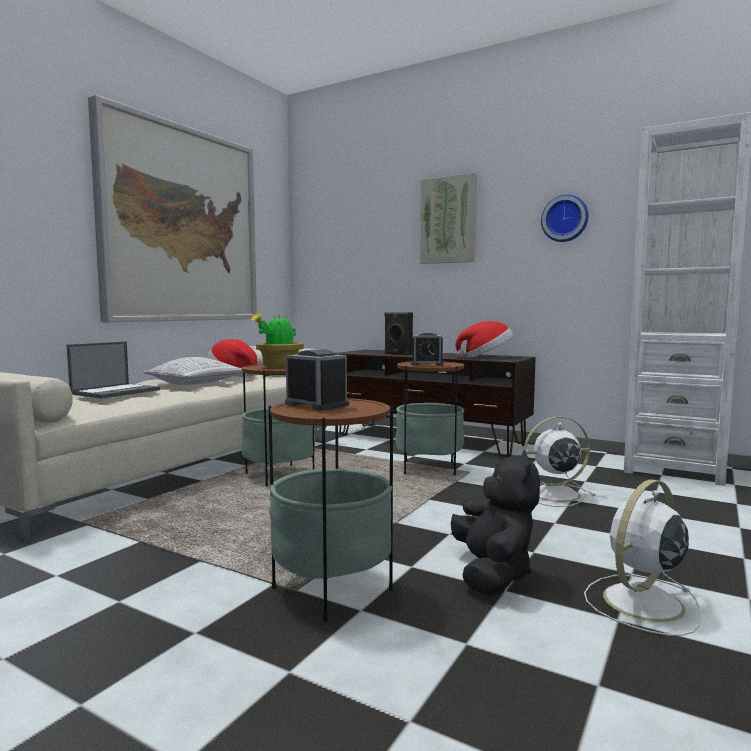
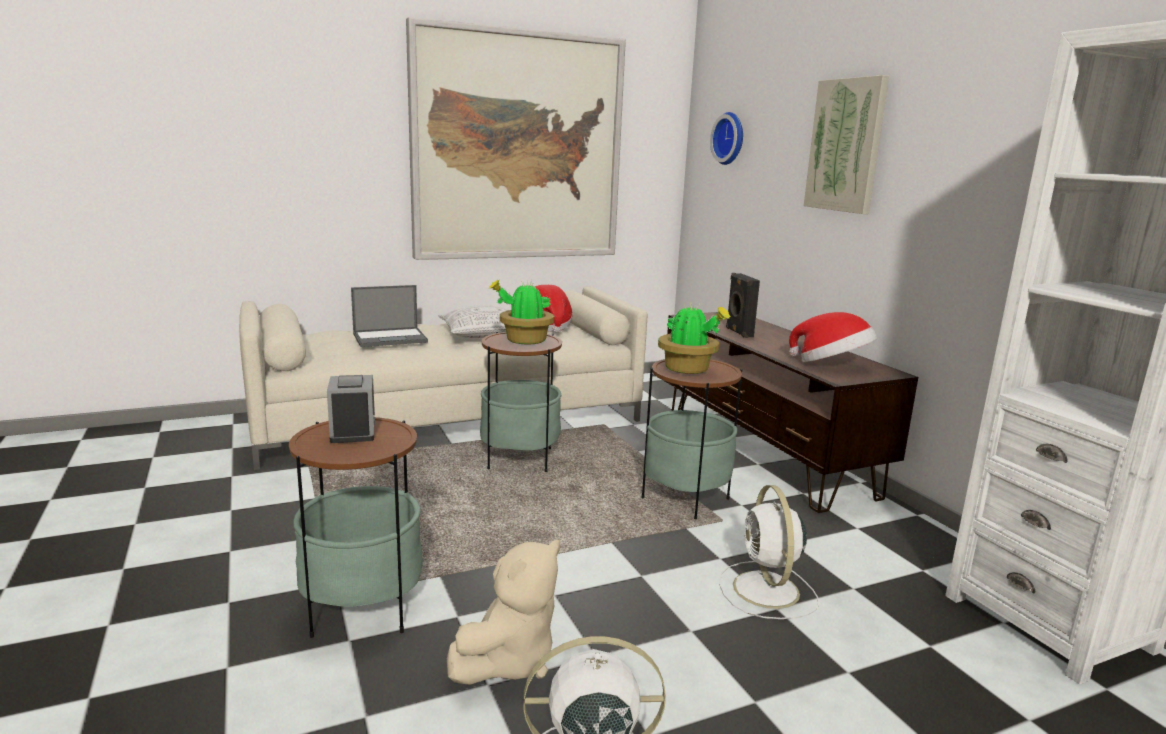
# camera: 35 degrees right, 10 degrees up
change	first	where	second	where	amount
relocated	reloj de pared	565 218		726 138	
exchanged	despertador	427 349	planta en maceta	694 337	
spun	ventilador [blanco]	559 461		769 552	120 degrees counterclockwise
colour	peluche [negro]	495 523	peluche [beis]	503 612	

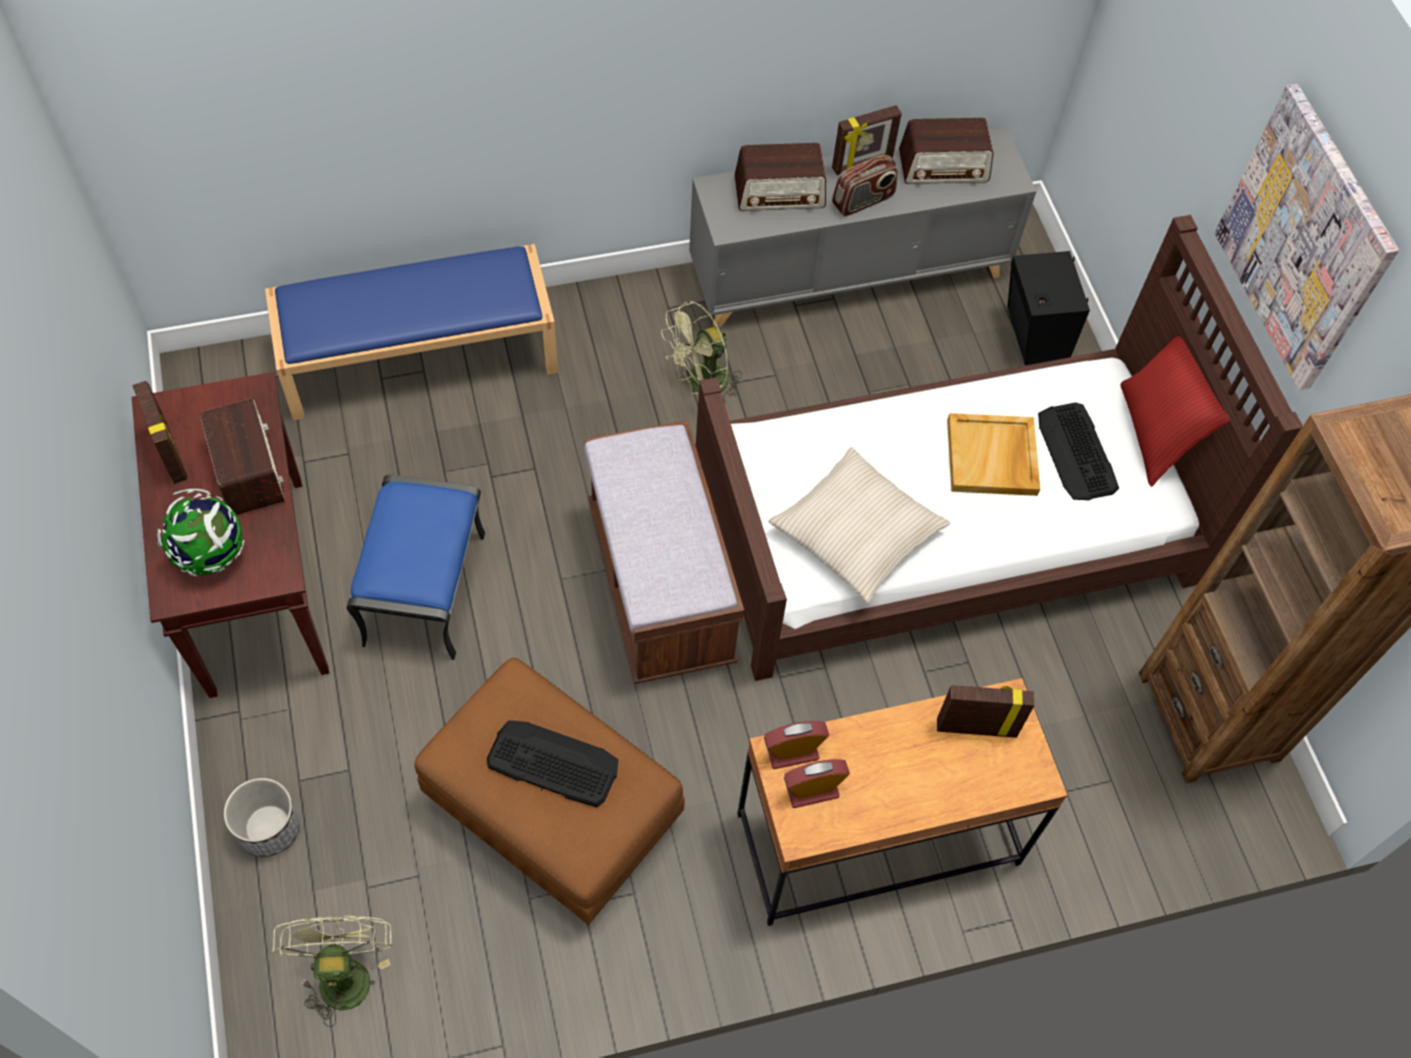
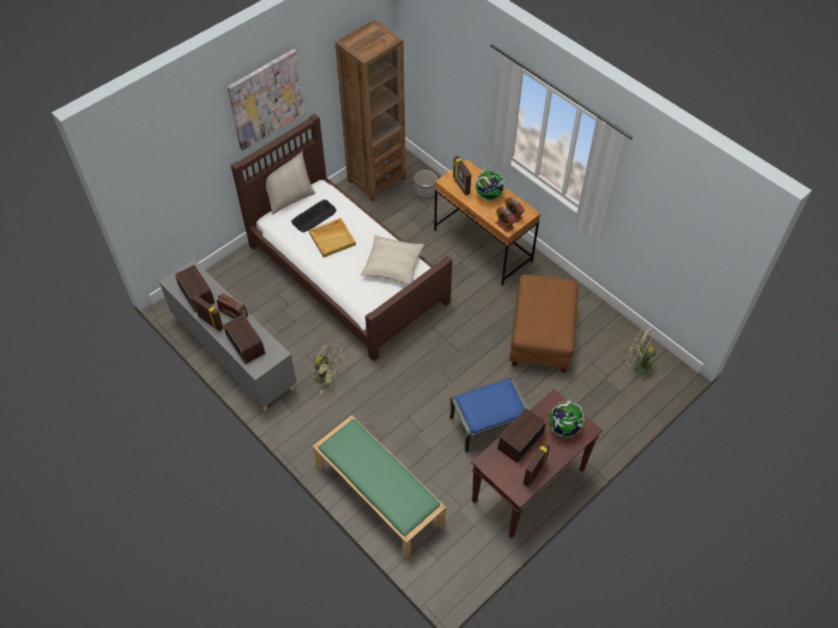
# camera: 115 degrees left, 5 degrees down
change	first	where	second	where	amount
colour	banco [azul]	411 332	banco [verde]	379 487	
missing	altavoz [negro]	1048 308			
colour	cojín [rojo]	1175 401	cojín [beis]	291 183	
missing	banco [marrón]	664 552			
missing	teclado	553 763			
relocated	maceta	262 817		425 184	
spun	ventilador [verde]	332 971		641 354	60 degrees clockwise
appeared			globo terráqueo	490 183	

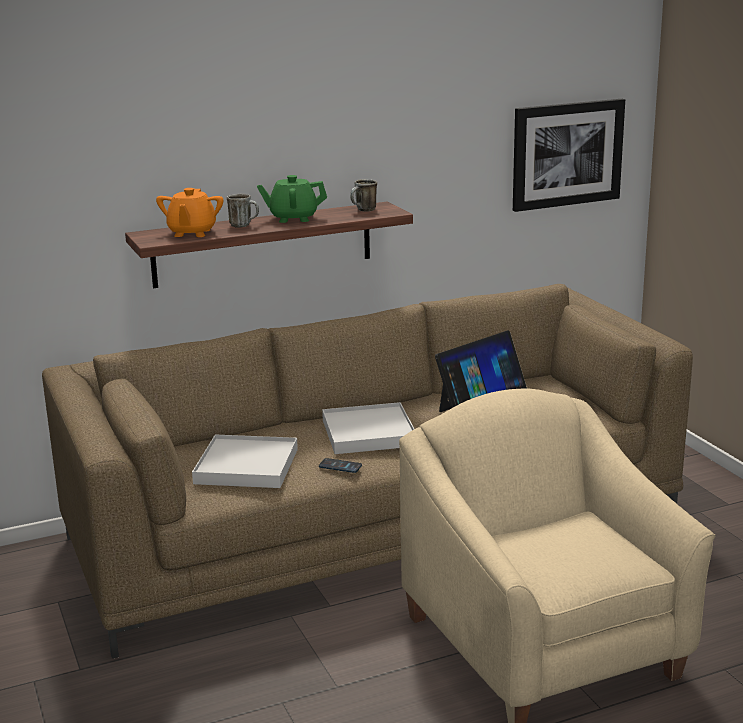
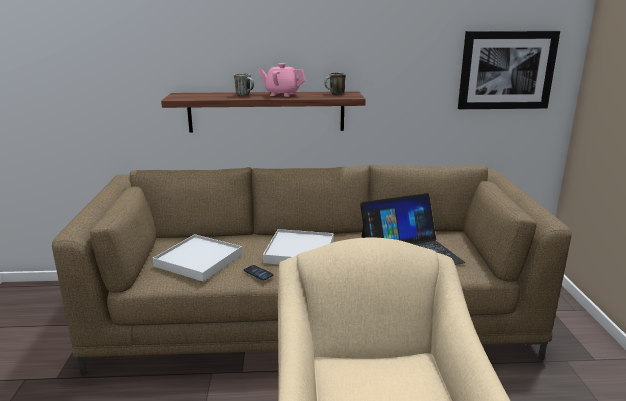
# camera: 20 degrees right, 0 degrees up
change	first	where	second	where	amount
colour	tetera [verde]	292 199	tetera [rosa]	282 80	
missing	tetera [naranja]	189 212			

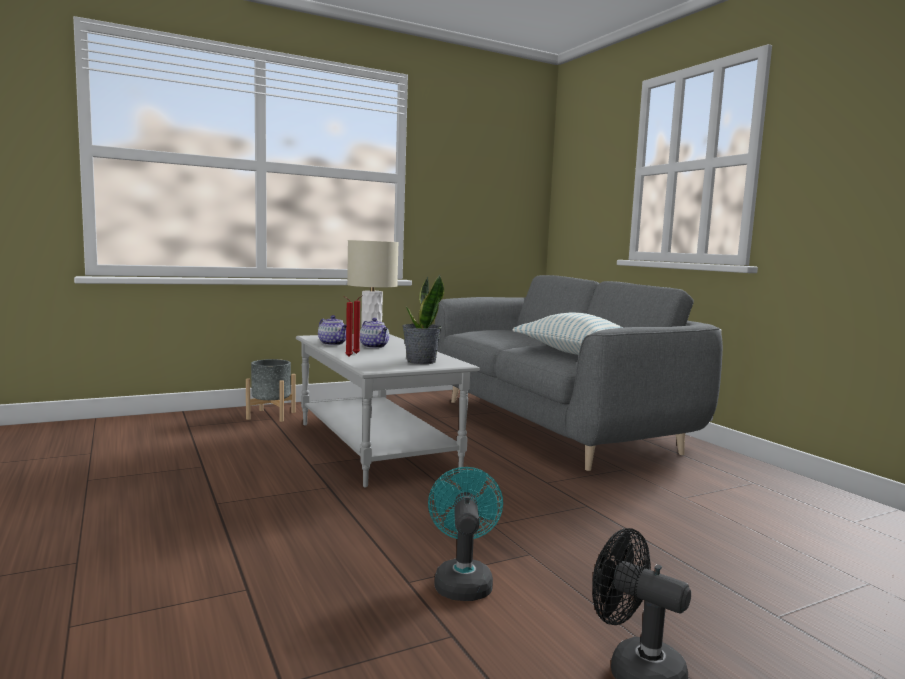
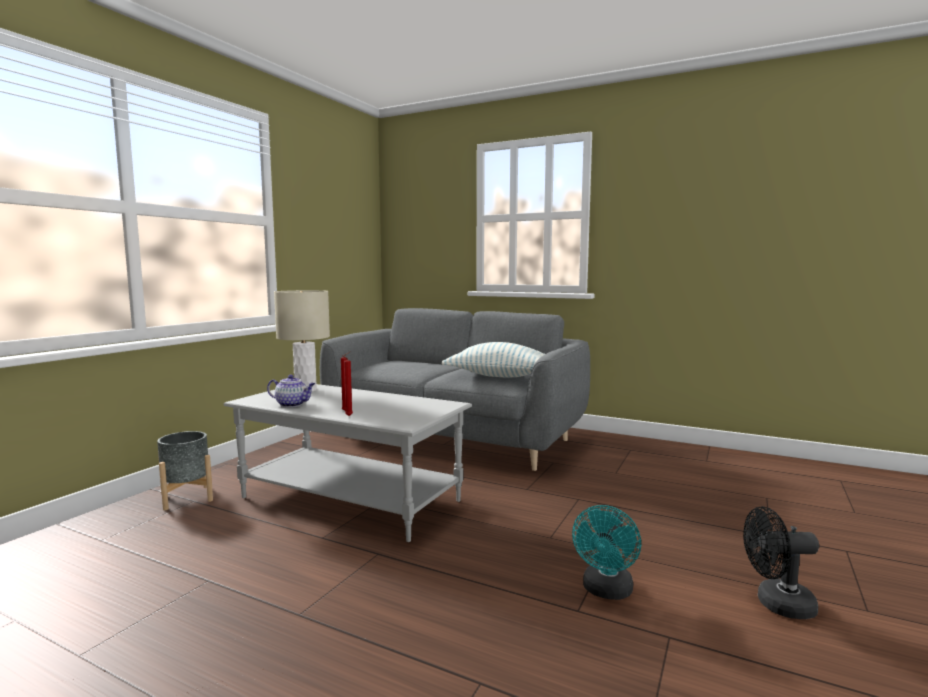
# camera: 35 degrees left, 0 degrees up
change	first	where	second	where	amount
missing	planta en maceta	423 319			
missing	tetera	374 333			
spun	ventilador [turquesa]	465 534		606 552	120 degrees counterclockwise

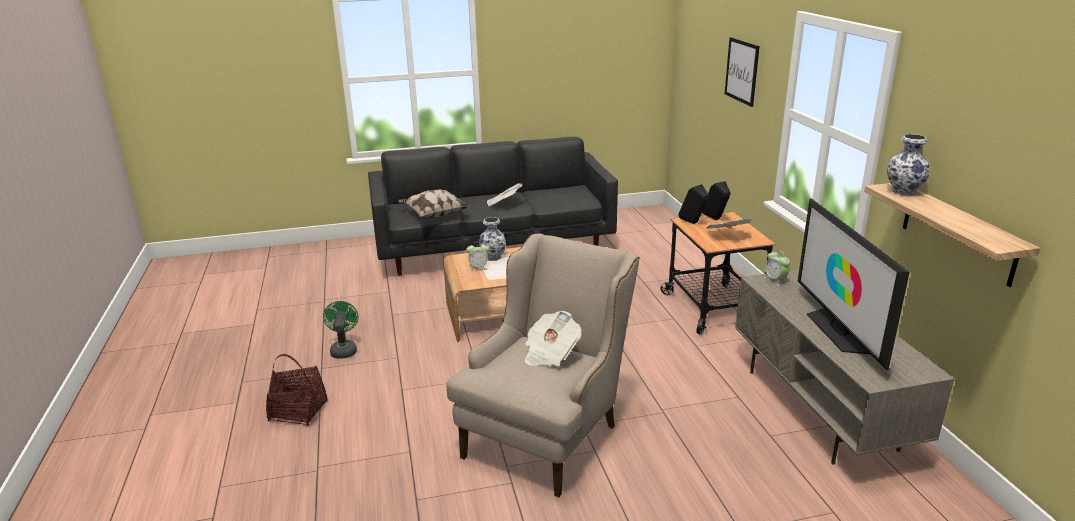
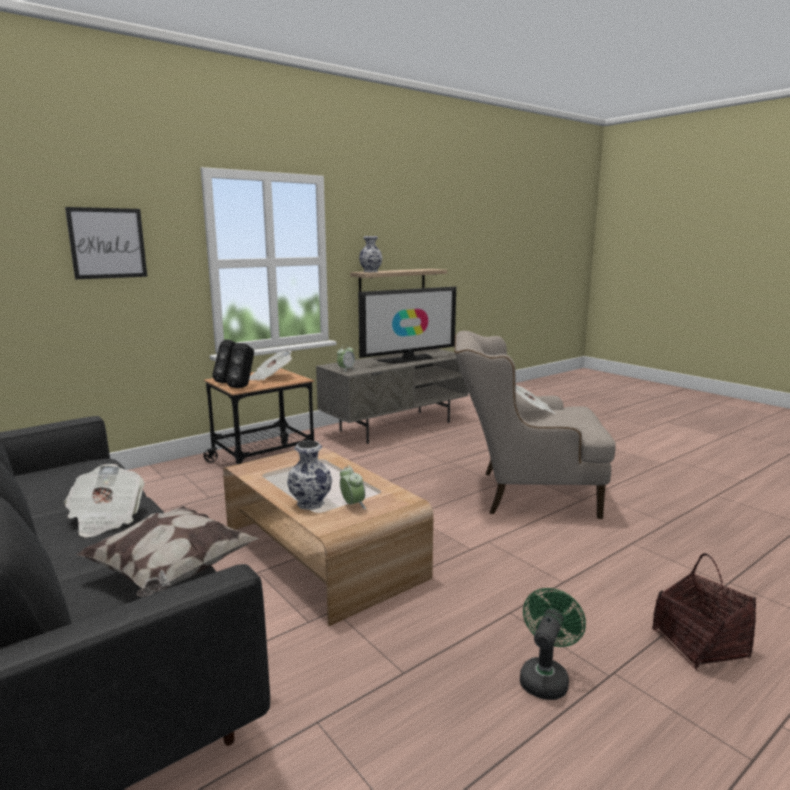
# camera: 115 degrees left, 10 degrees down
change	first	where	second	where	amount
spun	ventilador [verde]	340 330		553 644	150 degrees clockwise

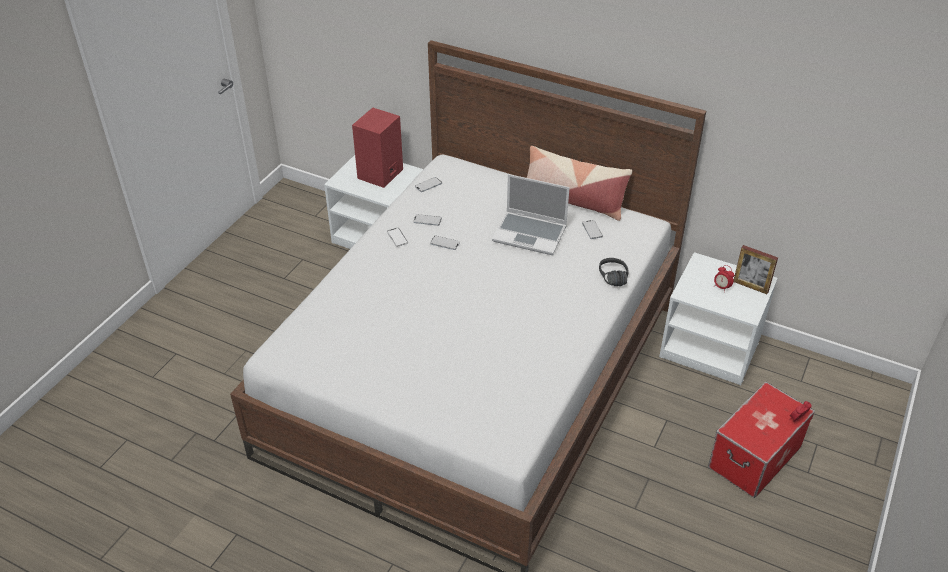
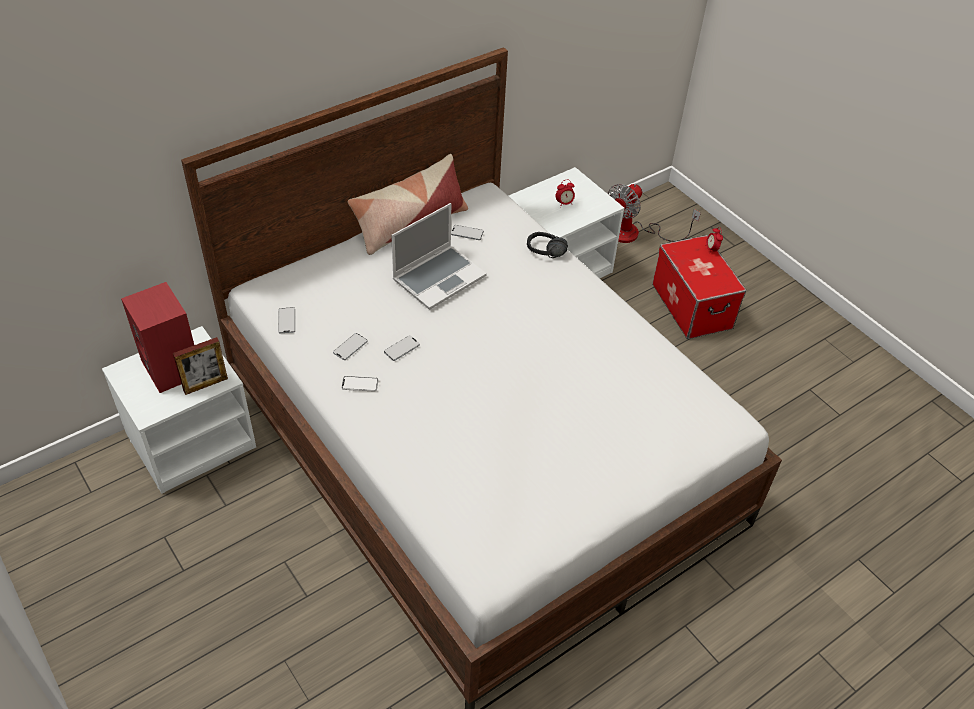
# camera: 65 degrees left, 5 degrees up
change	first	where	second	where	amount
relocated	portarretratos	756 269		200 366	
appeared			ventilador	654 213	

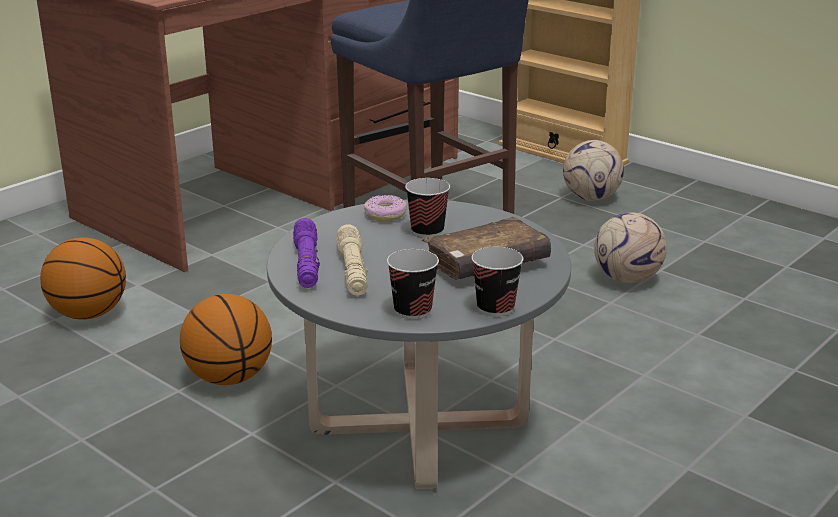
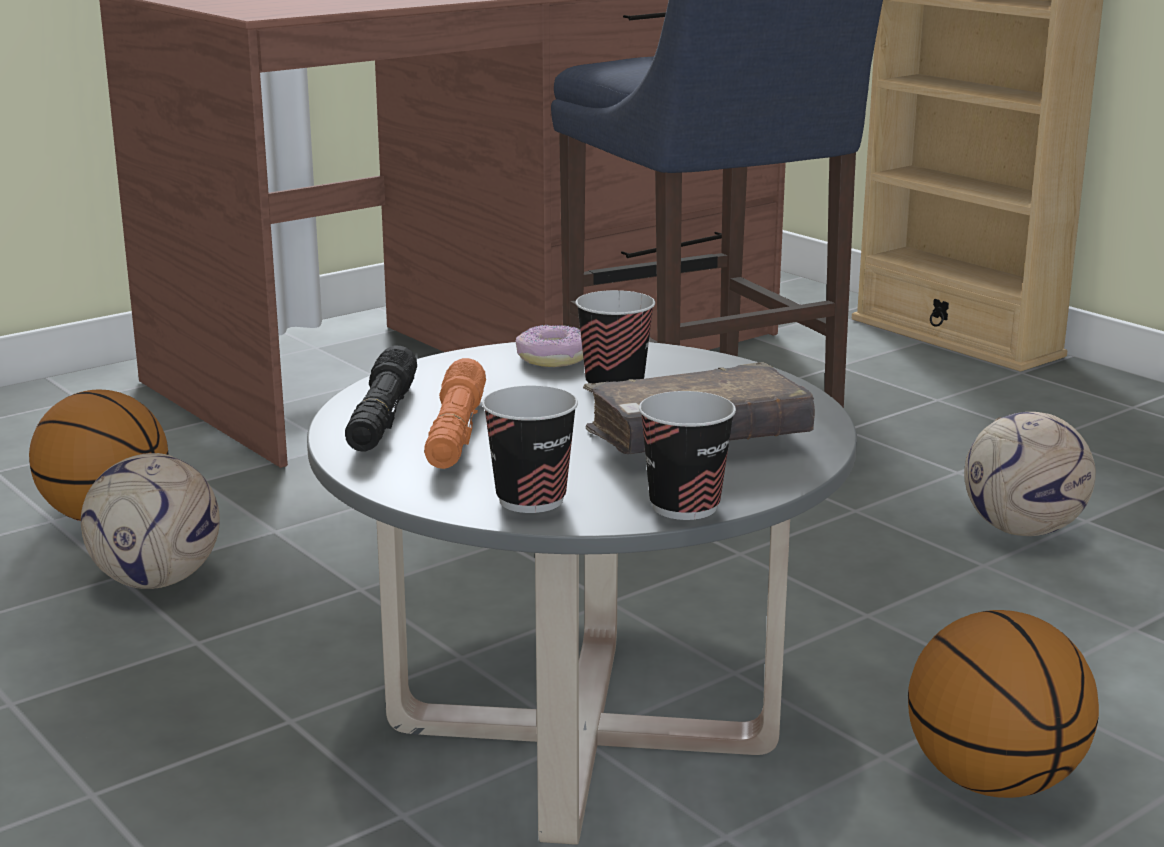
# camera: 10 degrees right, 5 degrees down
change	first	where	second	where	amount
relocated	balón de fútbol	593 170		150 521	
colour	linterna [morado]	306 253	linterna [negro]	381 399	
colour	linterna [beis]	352 260	linterna [naranja]	455 413	
relocated	balón de baloncesto	226 339		1003 704	

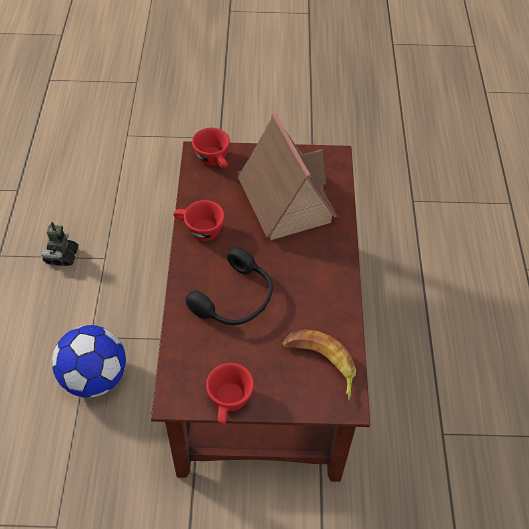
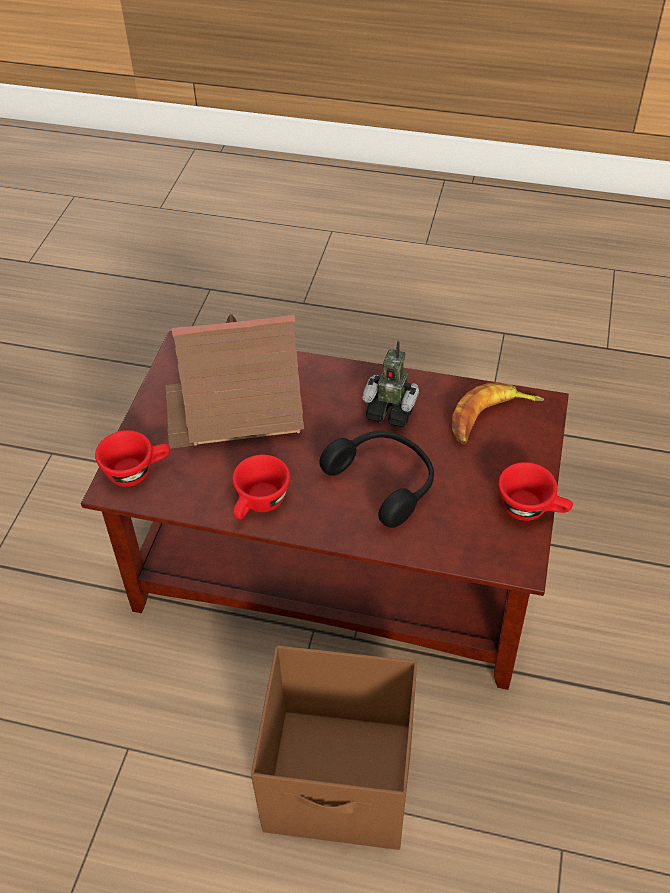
# camera: 75 degrees left, 5 degrees down
change	first	where	second	where	amount
relocated	robot de juguete	60 244		390 384	
exchanged	balón de fútbol	89 361	caja de almacenaje [marrón]	334 747	

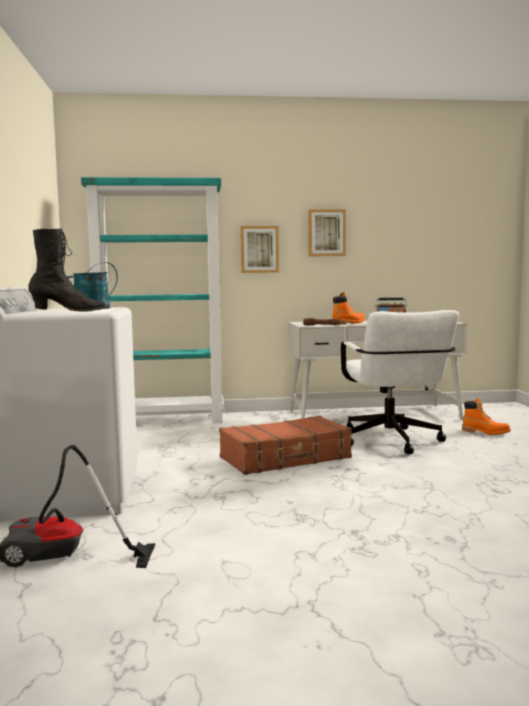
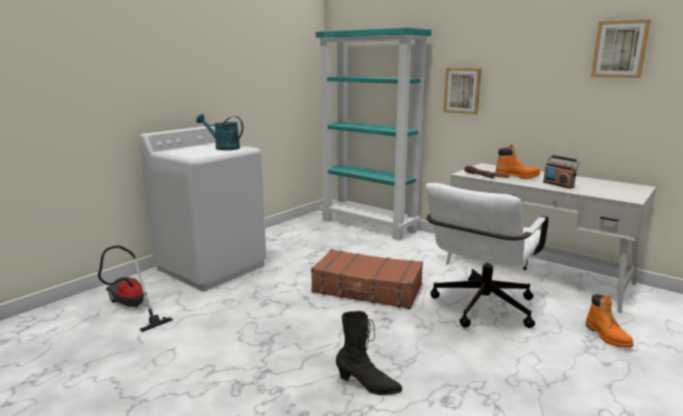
# camera: 45 degrees right, 10 degrees up
change	first	where	second	where	amount
relocated	cuadro	327 232		621 48	
relocated	bota [negro]	67 270		369 353	

